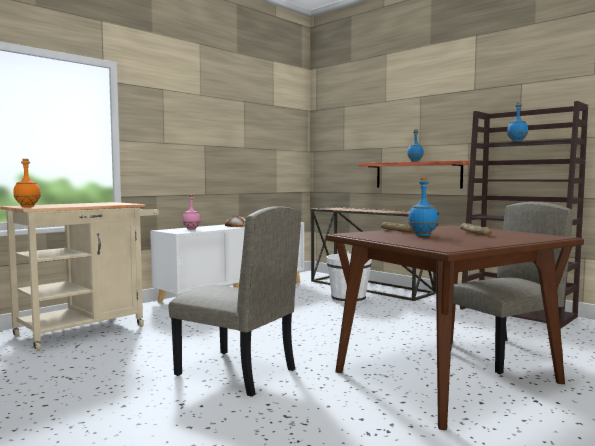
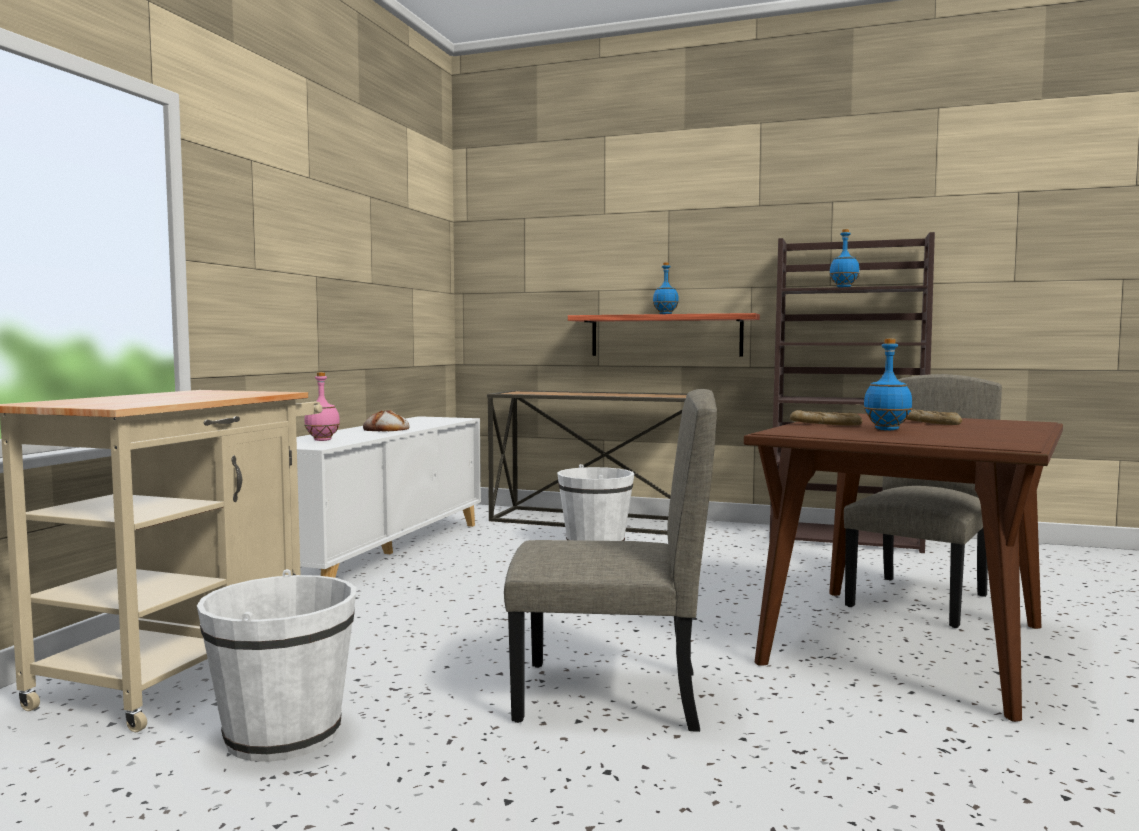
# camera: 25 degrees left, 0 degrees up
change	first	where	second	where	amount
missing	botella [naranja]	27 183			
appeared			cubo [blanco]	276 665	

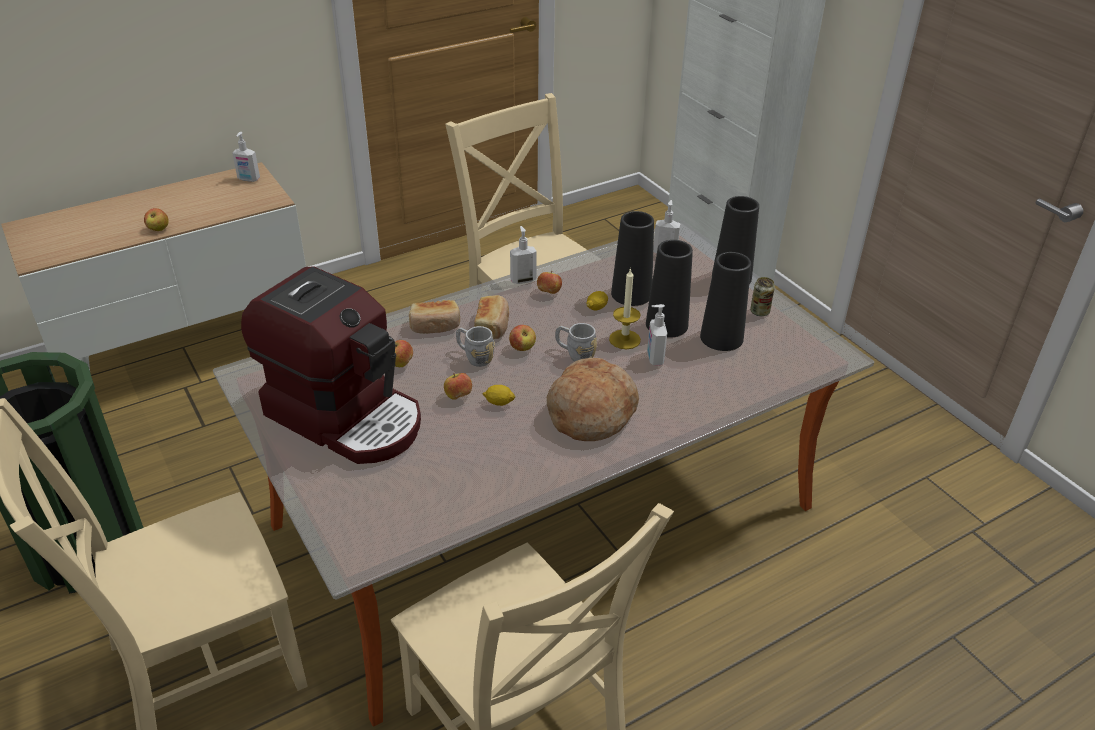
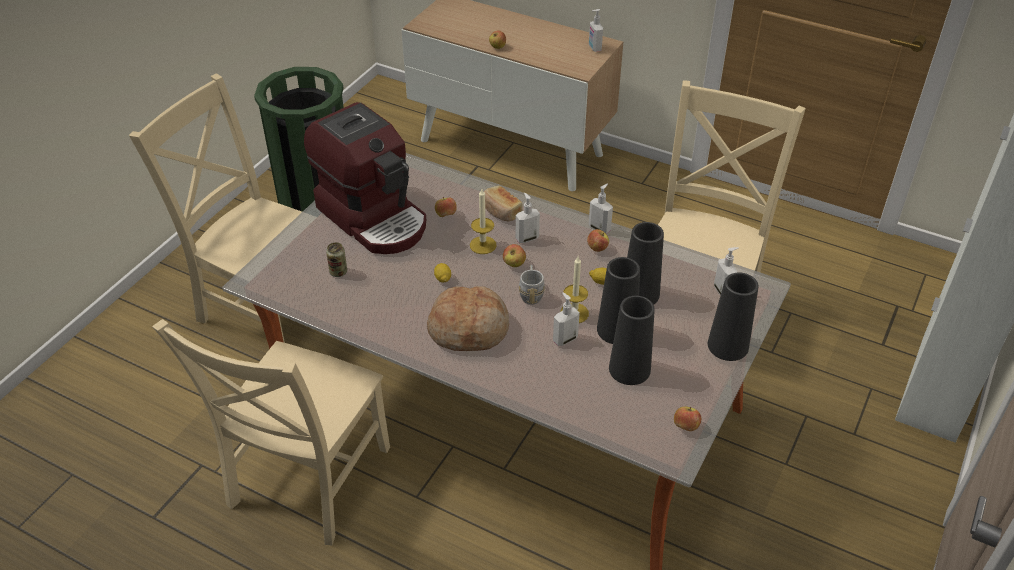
# camera: 60 degrees right, 5 degrees up
change	first	where	second	where	amount
spun	cafetera	331 365		365 178	45 degrees counterclockwise
relocated	lata	762 296		336 259	
exchanged	pan	491 317	dispensador de jabón	528 218	
exchanged	taza grande [gris]	475 346	vela	483 221	
relocated	manzana	458 386		687 418	

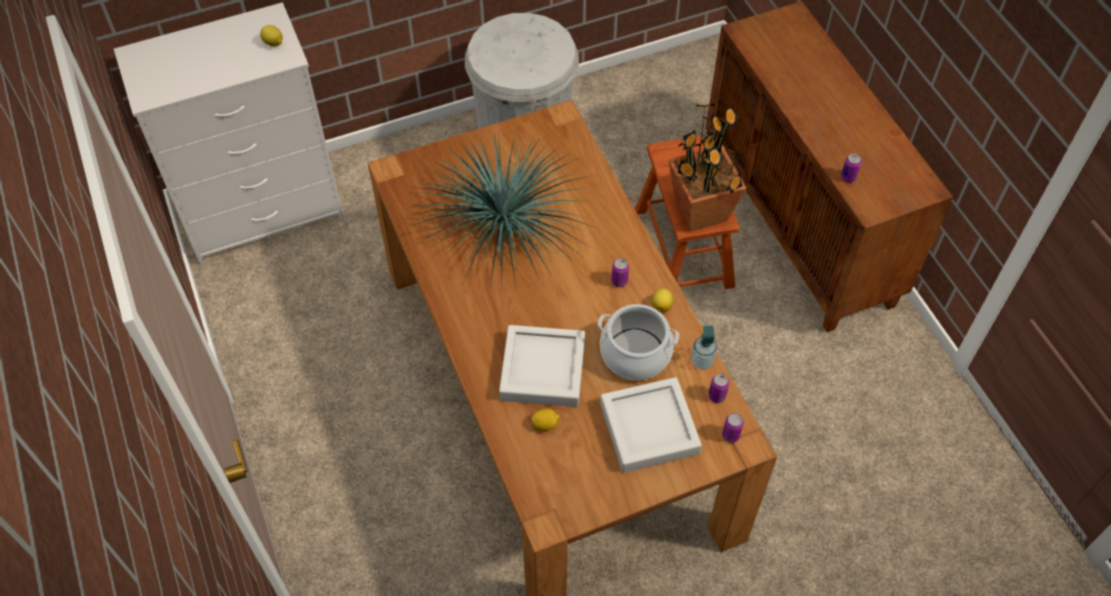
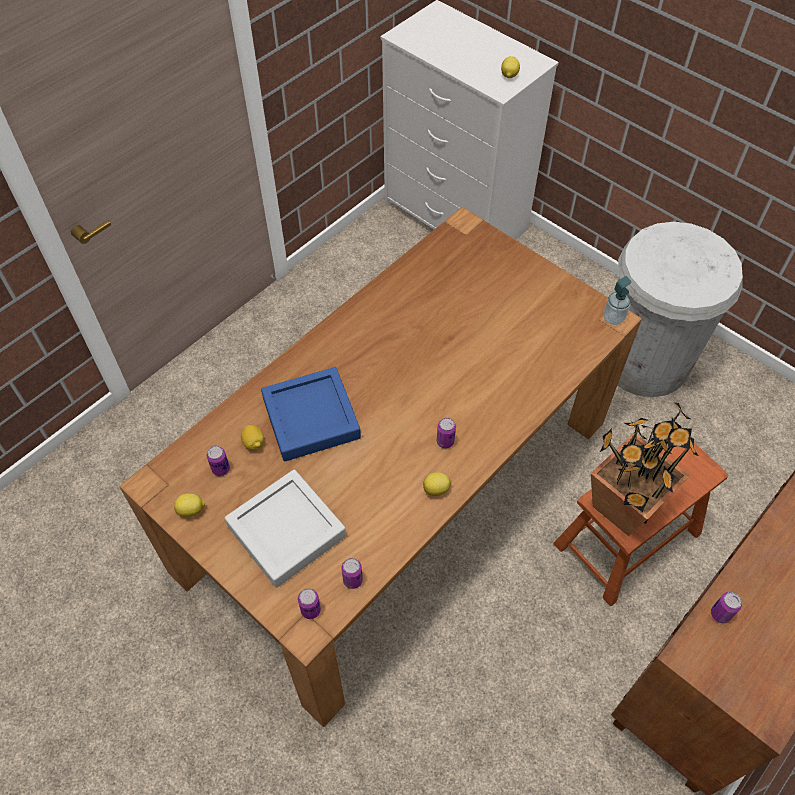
# camera: 65 degrees right, 0 degrees up
change	first	where	second	where	amount
missing	planta en maceta	499 212			
missing	olla	638 342			
colour	bandeja [gris]	542 366	bandeja [azul]	311 414	
relocated	dispensador de jabón	704 347		617 300	
appeared			lata	218 461	
appeared			limón	189 505	

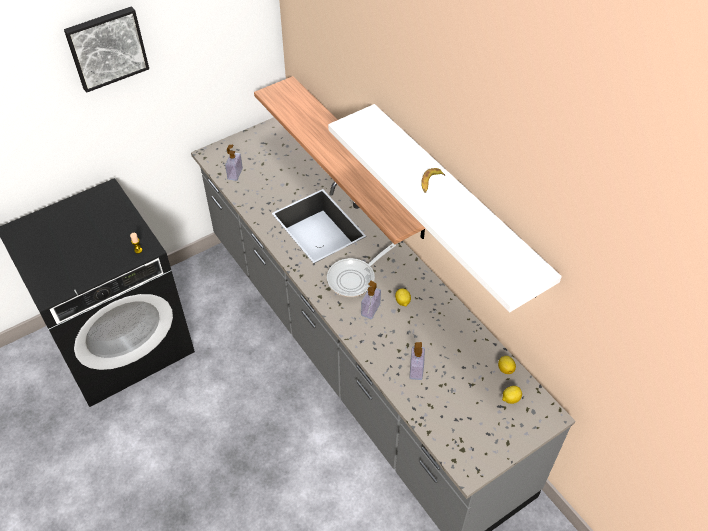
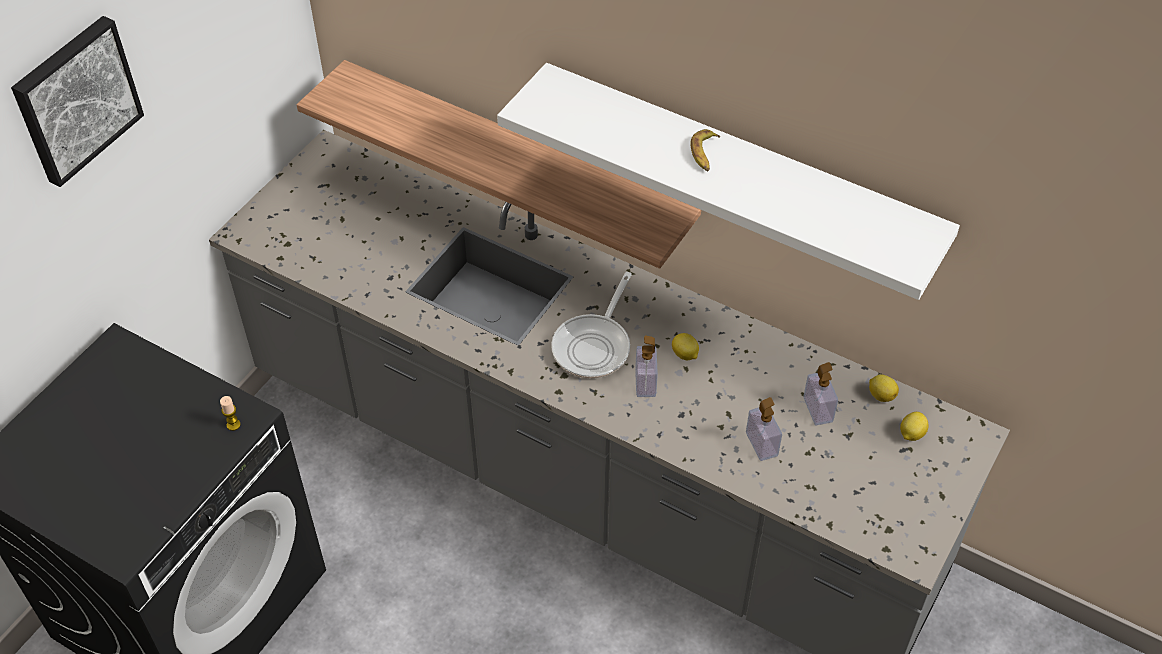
# camera: 25 degrees left, 0 degrees up
change	first	where	second	where	amount
relocated	dispensador de jabón	234 163		821 393	

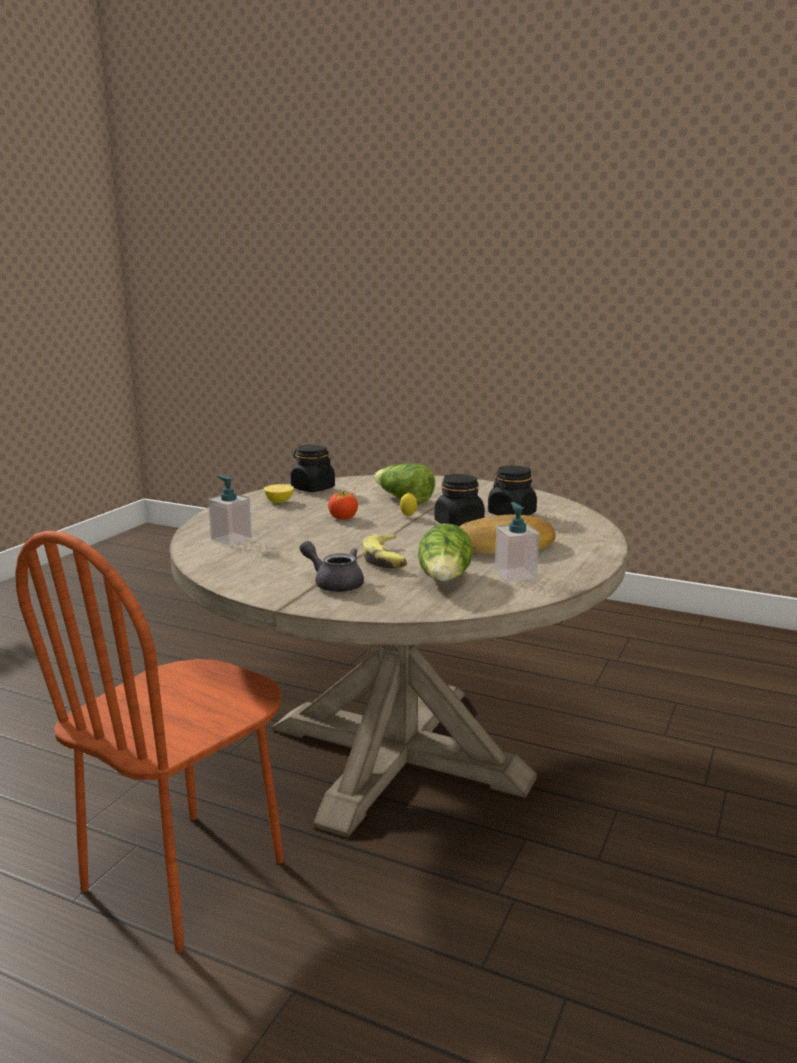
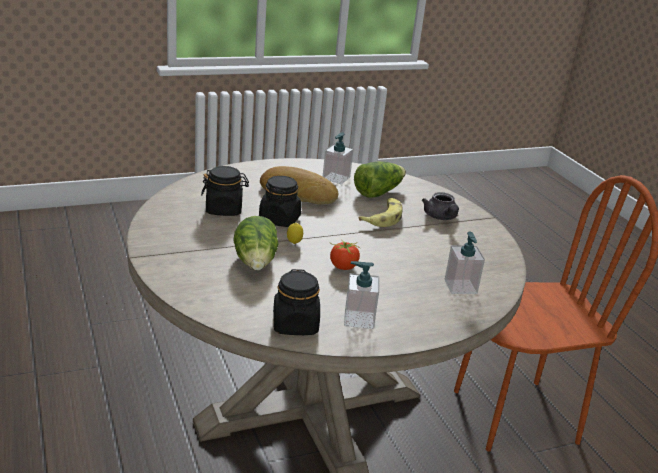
# camera: 140 degrees left, 10 degrees up
change	first	where	second	where	amount
exchanged	limón	279 493	dispensador de jabón	361 295	

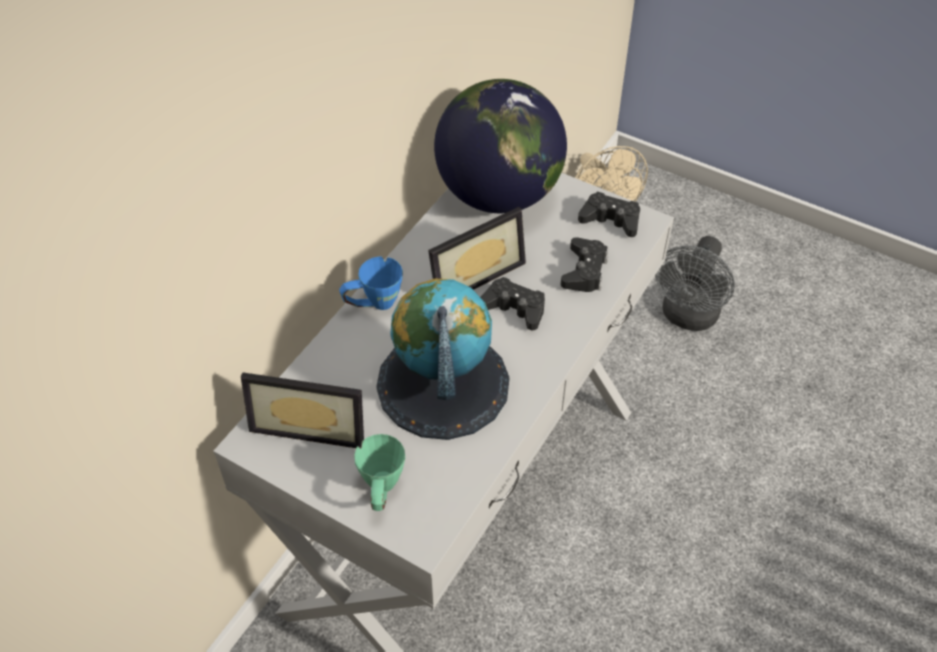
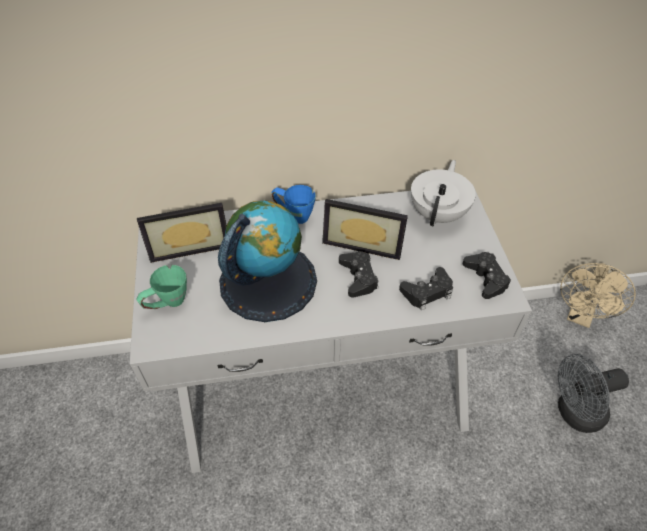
# camera: 50 degrees right, 0 degrees up
change	first	where	second	where	amount
exchanged	globo terráqueo	500 146	tetera [blanco]	443 193	
spun	portarretratos	302 410		181 233	75 degrees counterclockwise

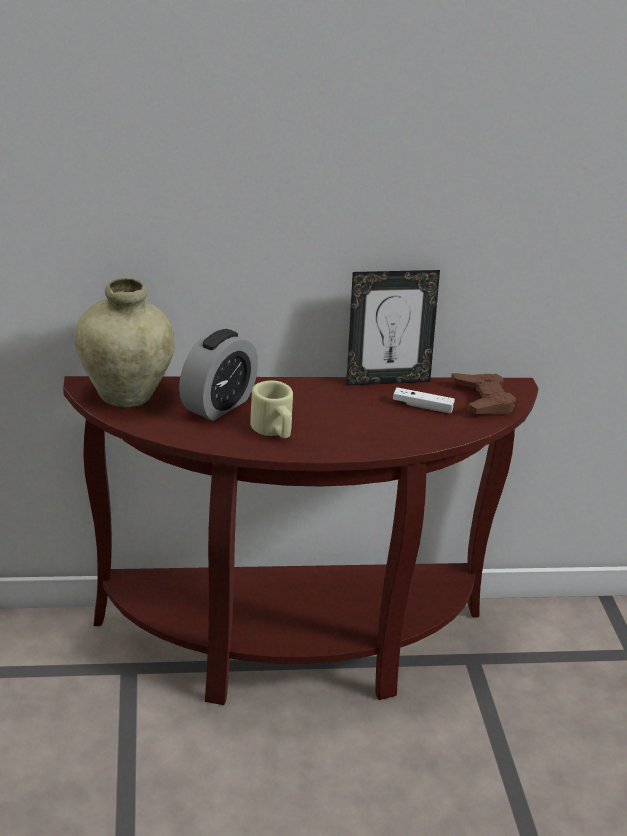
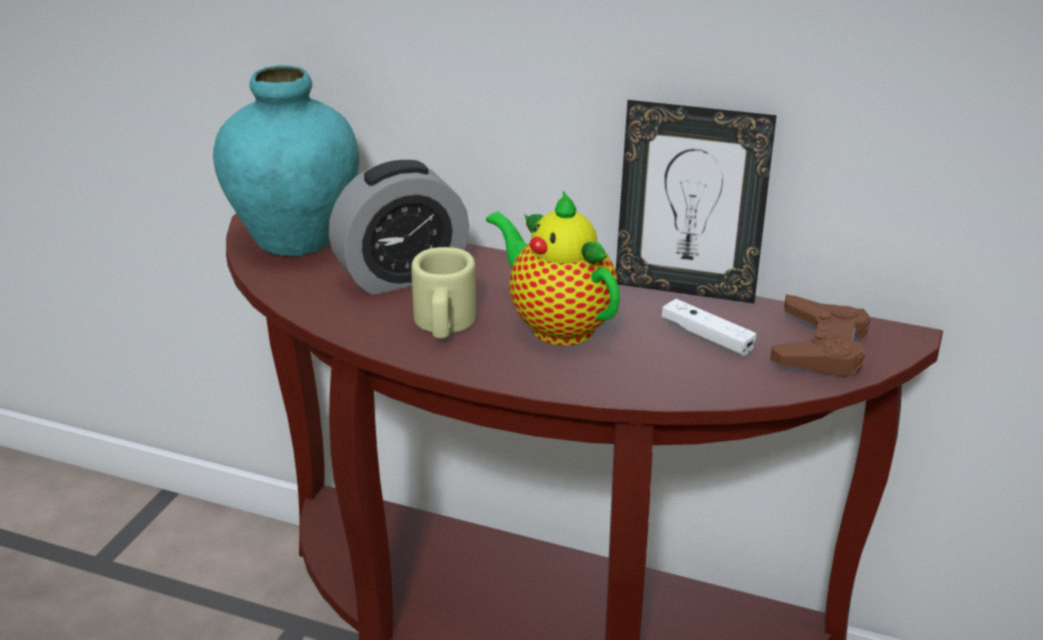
# camera: 30 degrees right, 0 degrees up
change	first	where	second	where	amount
colour	florero [beis]	124 343	florero [turquesa]	286 160	
appeared			tetera	553 268	

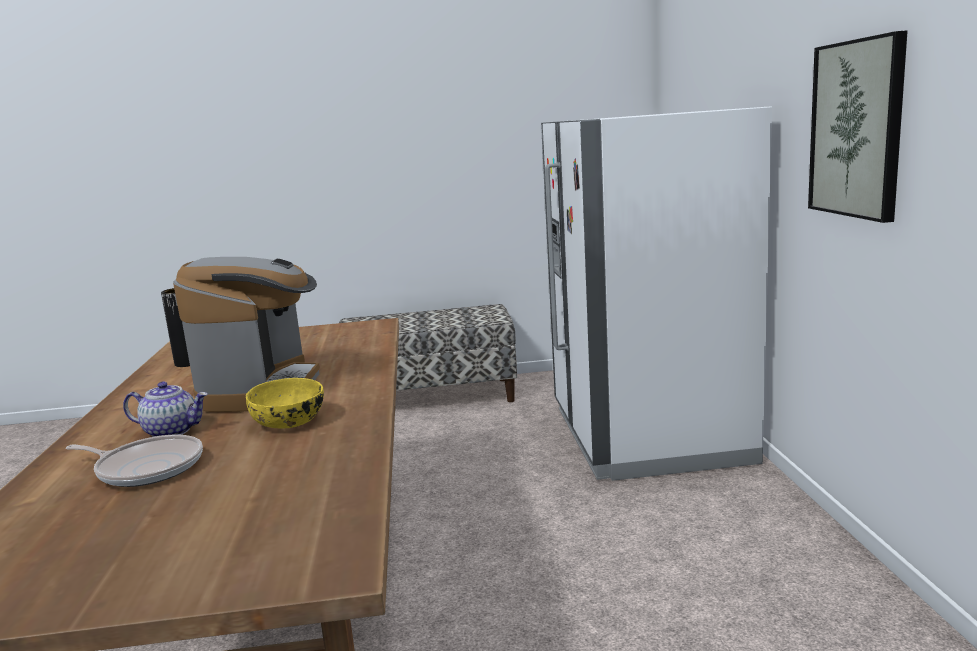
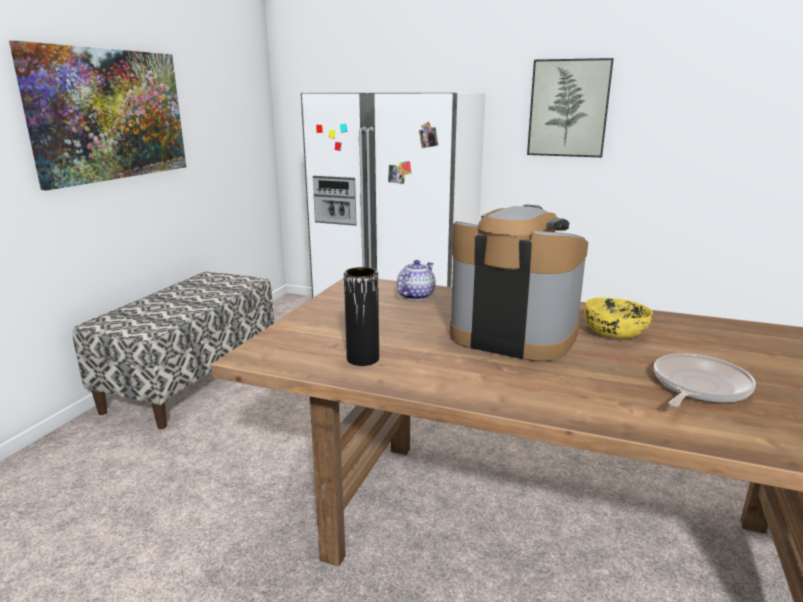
# camera: 65 degrees left, 5 degrees up
change	first	where	second	where	amount
relocated	tetera	165 409		416 280	
appeared			cuadro	97 115	

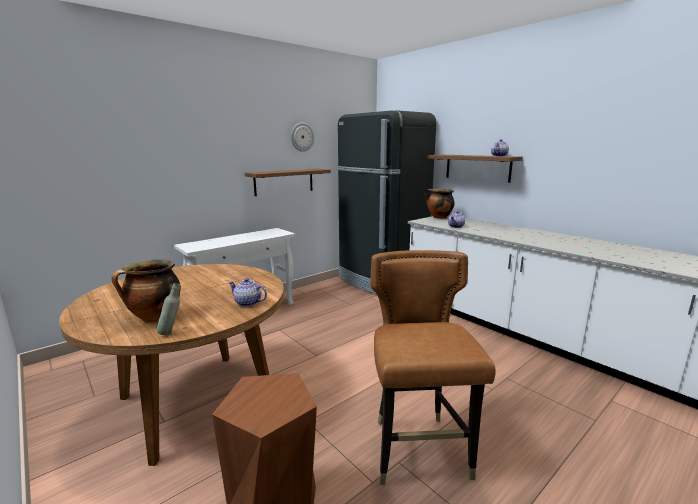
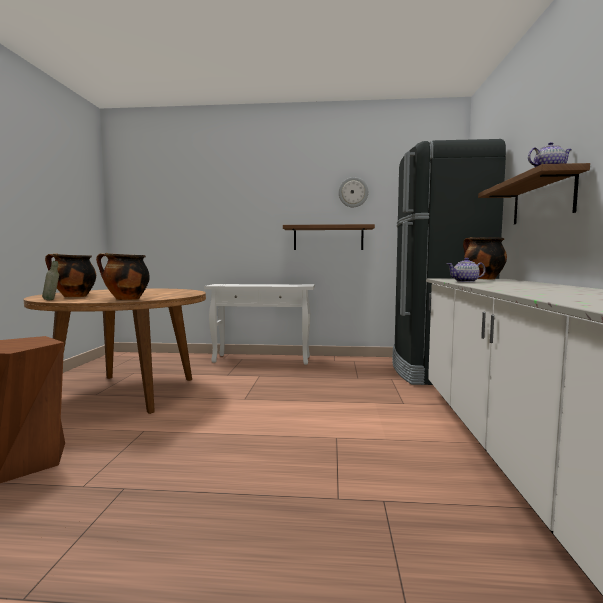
# camera: 45 degrees right, 10 degrees down
change	first	where	second	where	amount
missing	silla [marrón]	433 367			
exchanged	tetera	247 292	olla	123 276	

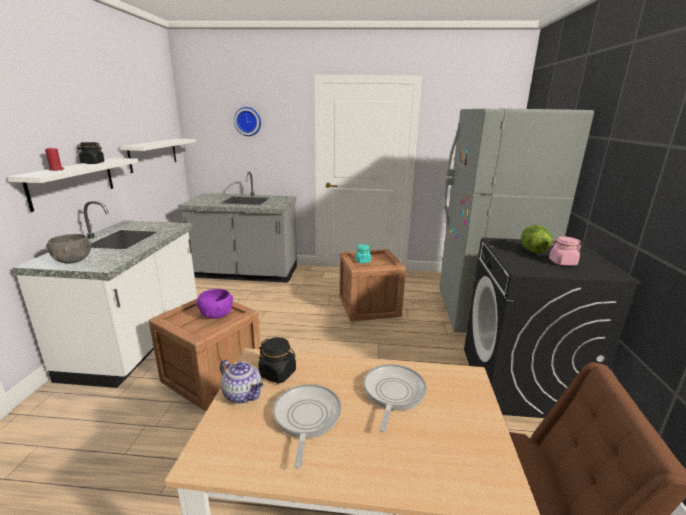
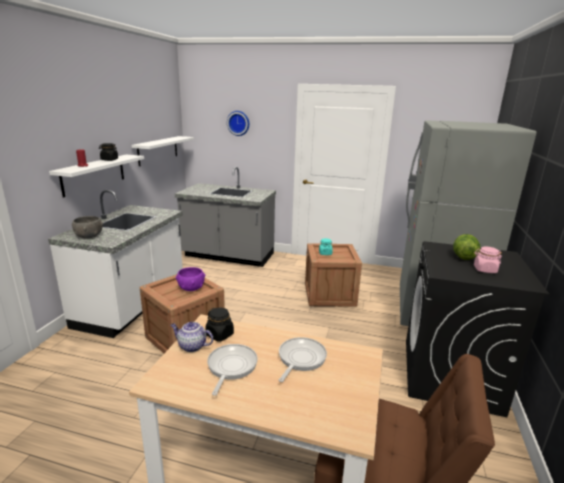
# camera: 10 degrees right, 0 degrees up
change	first	where	second	where	amount
spun	tetera	241 381		192 337	150 degrees clockwise

